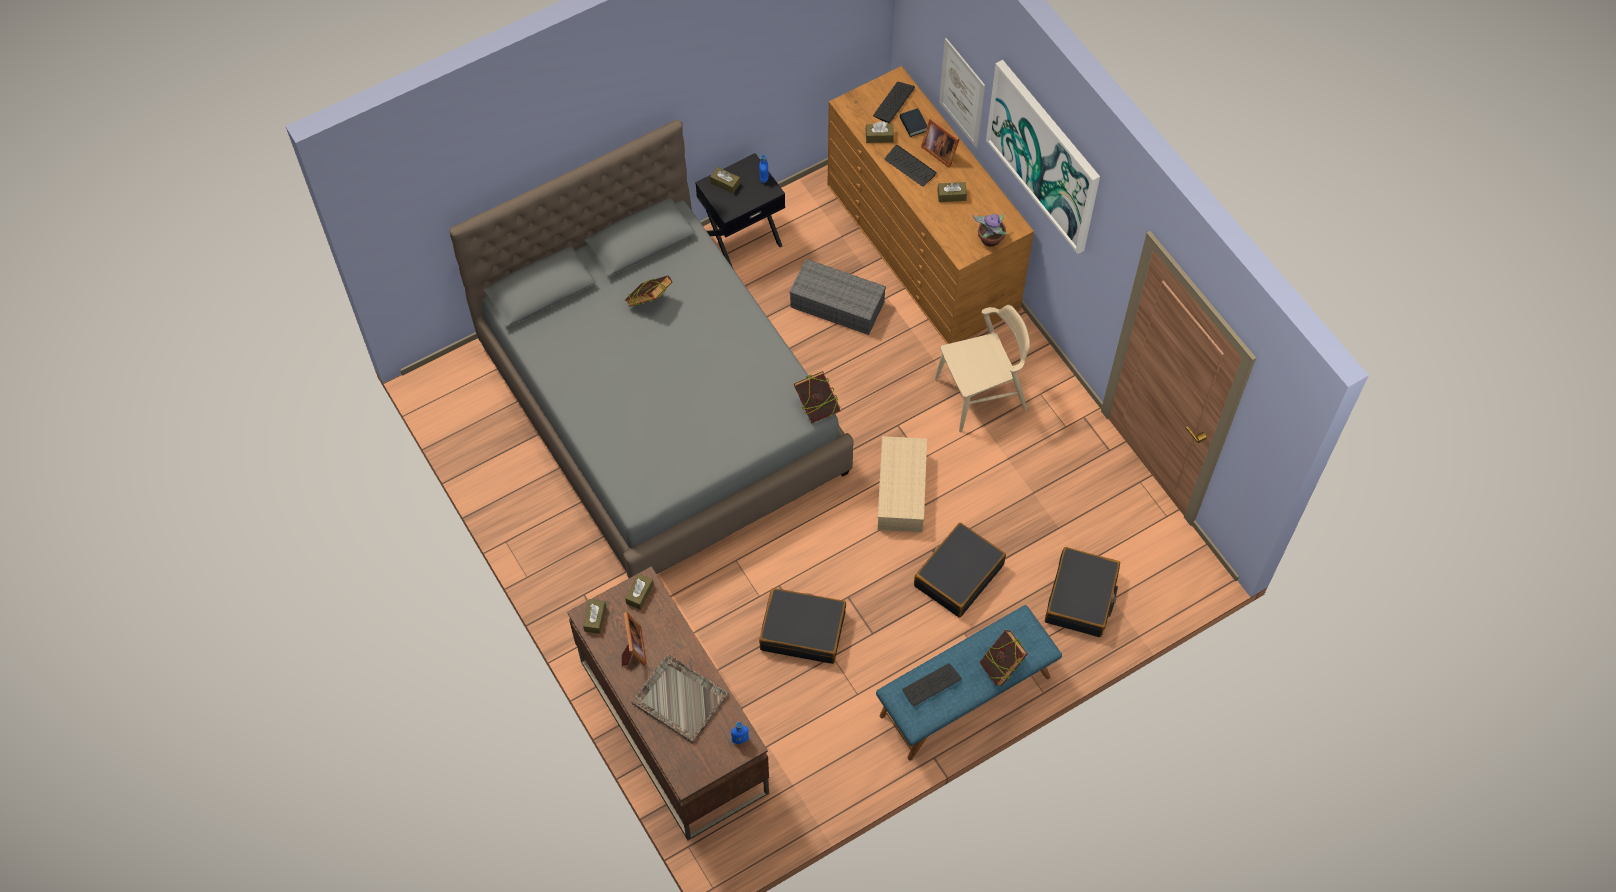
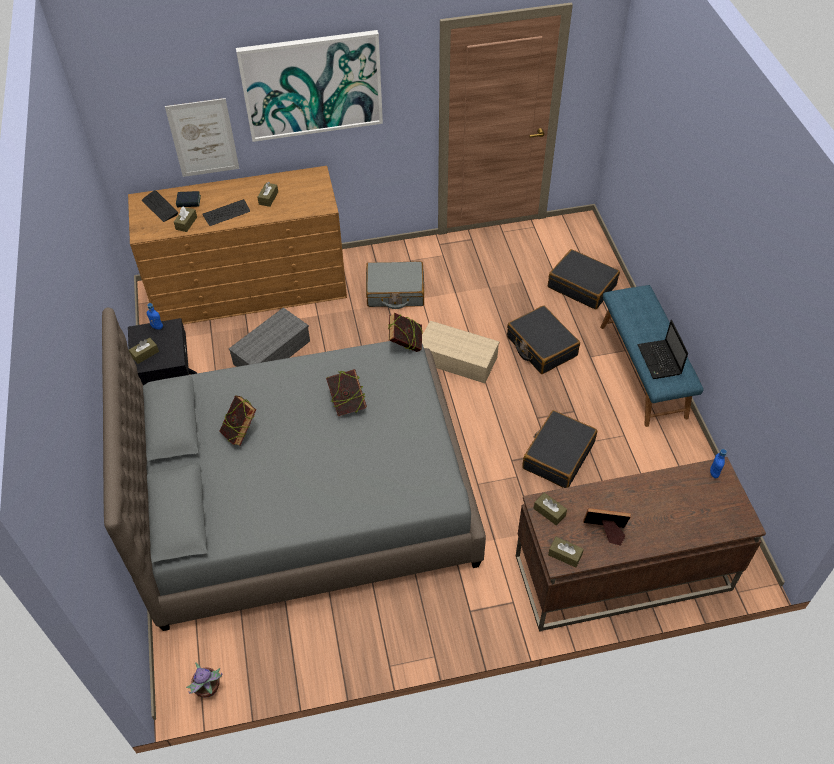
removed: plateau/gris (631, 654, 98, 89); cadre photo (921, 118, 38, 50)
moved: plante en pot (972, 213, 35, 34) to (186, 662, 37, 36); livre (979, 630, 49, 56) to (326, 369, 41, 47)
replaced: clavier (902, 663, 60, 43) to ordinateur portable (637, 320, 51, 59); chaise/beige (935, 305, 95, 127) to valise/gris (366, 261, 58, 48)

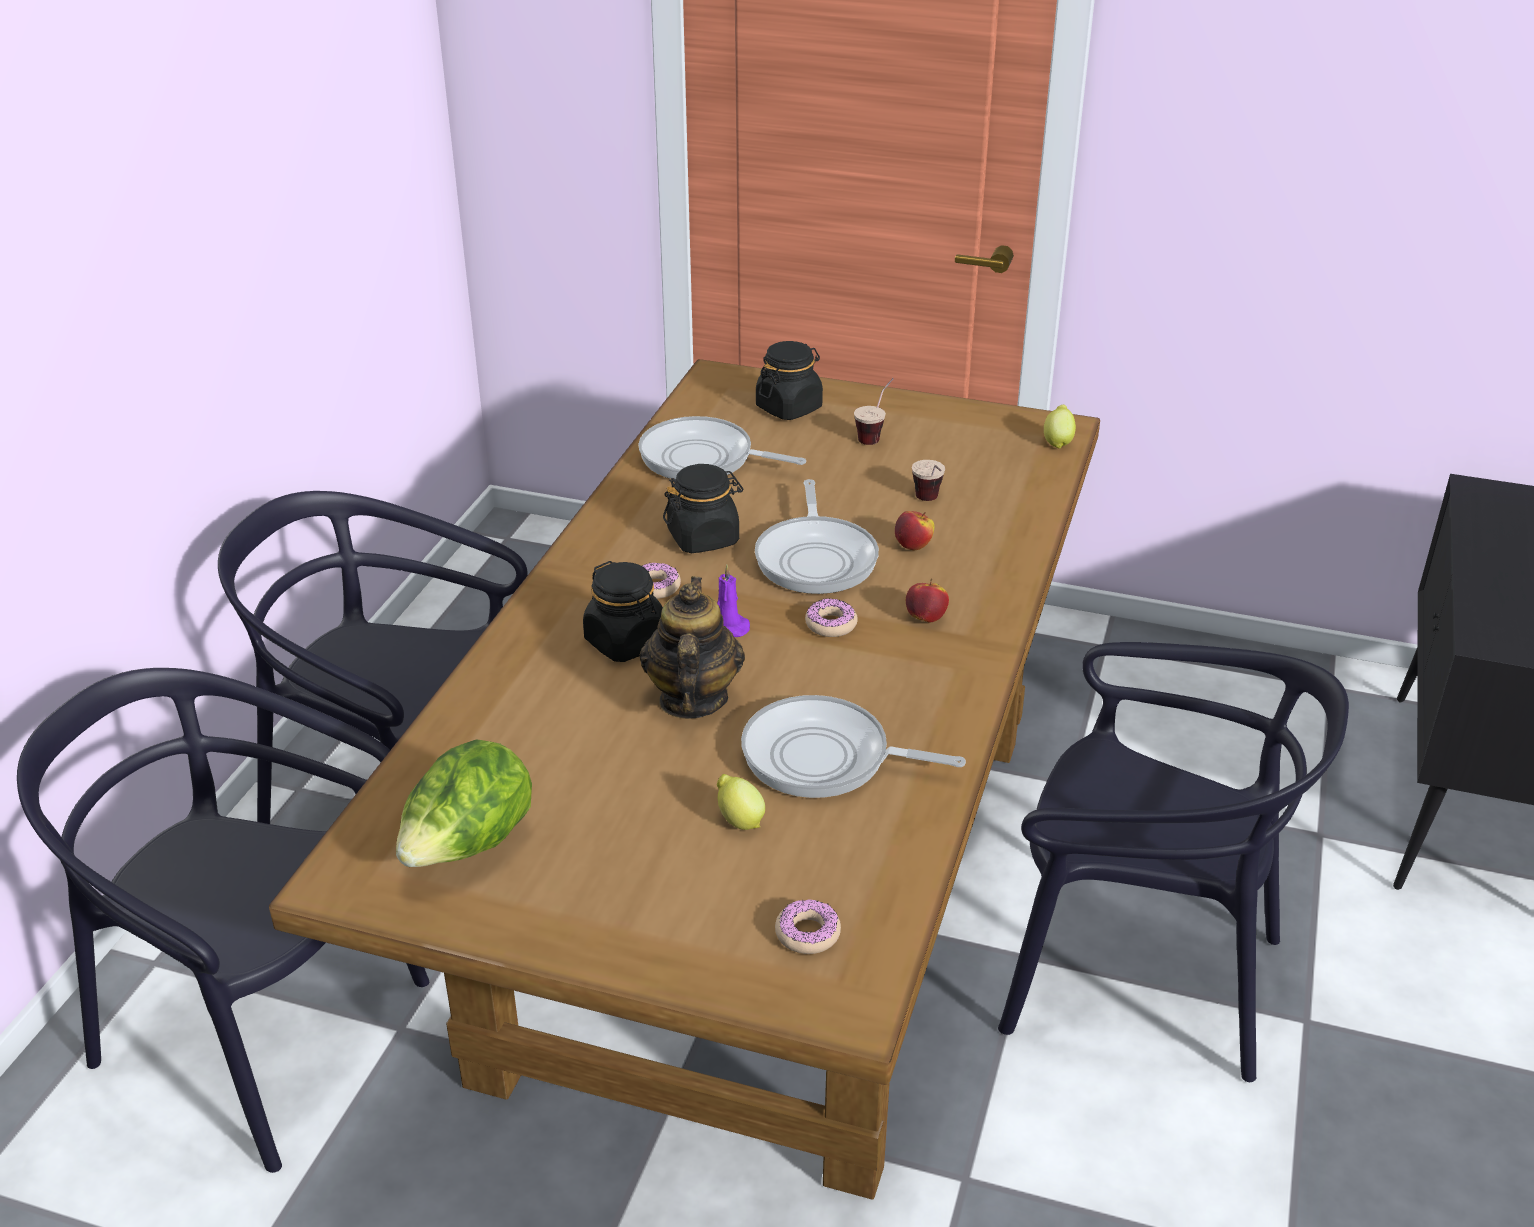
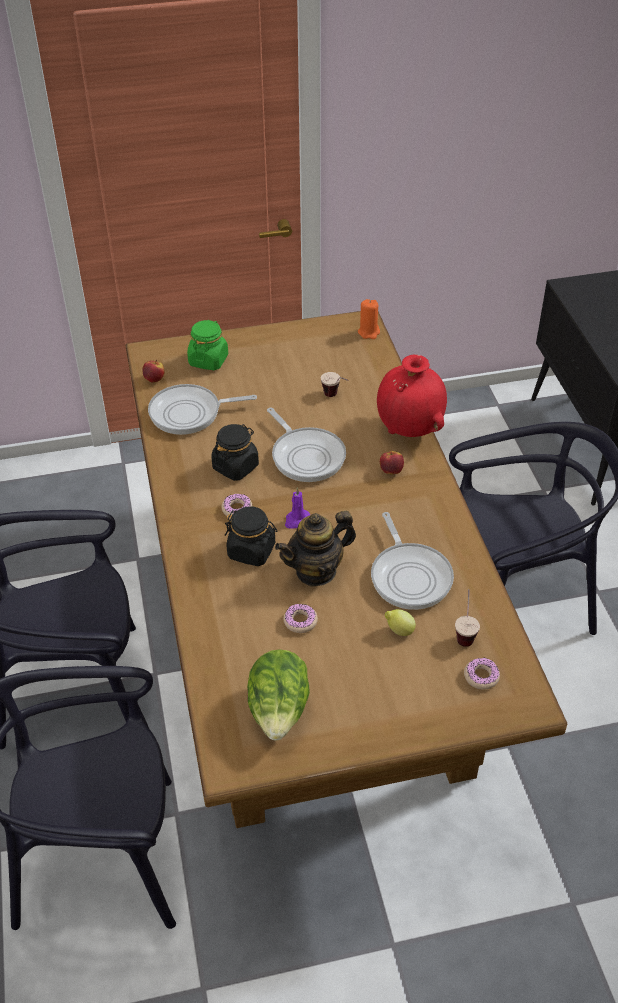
added: vase/rouge (377, 354, 70, 83)
moved: beignet (805, 598, 53, 39) to (284, 604, 34, 29); tasse (854, 378, 40, 67) to (455, 589, 25, 58); pomme (895, 511, 39, 39) to (142, 360, 23, 23)
replaced: citron (1044, 405, 32, 44) to bougie/orange (358, 299, 22, 40)
recoloured: bocal/noir (756, 341, 67, 79) to bocal/vert (187, 320, 41, 50)
turned: théière (640, 576, 105, 143) = (275, 511, 81, 76) 90 degrees counterclockwise; poêle (741, 695, 225, 103) = (371, 512, 83, 98) 90 degrees counterclockwise

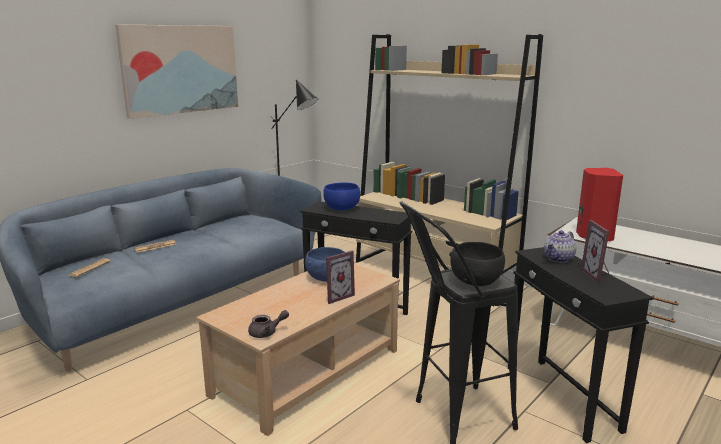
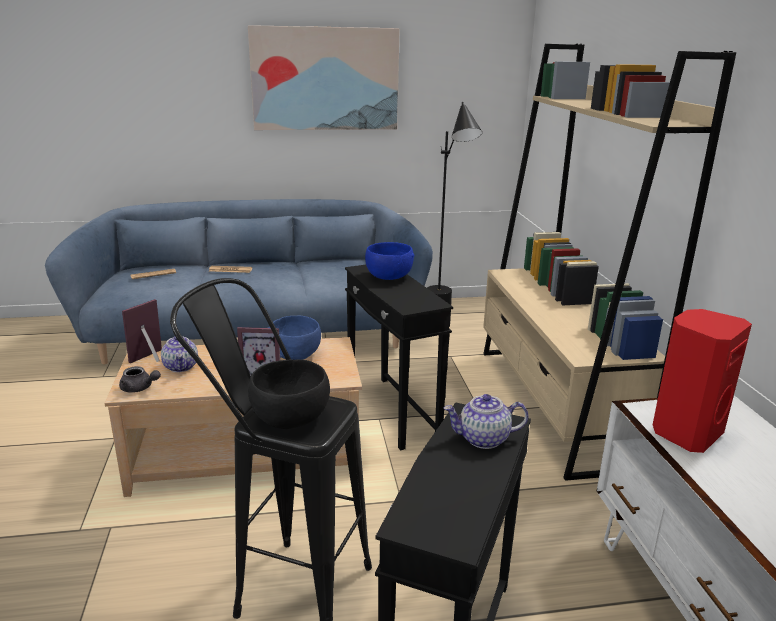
added: théière (161, 336, 37, 36)
moved: cadre photo (581, 220, 29, 63) to (122, 299, 40, 64)

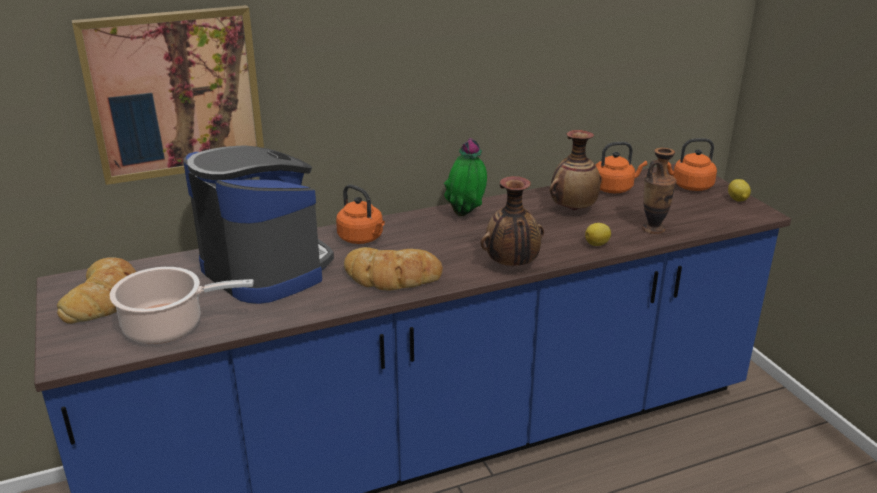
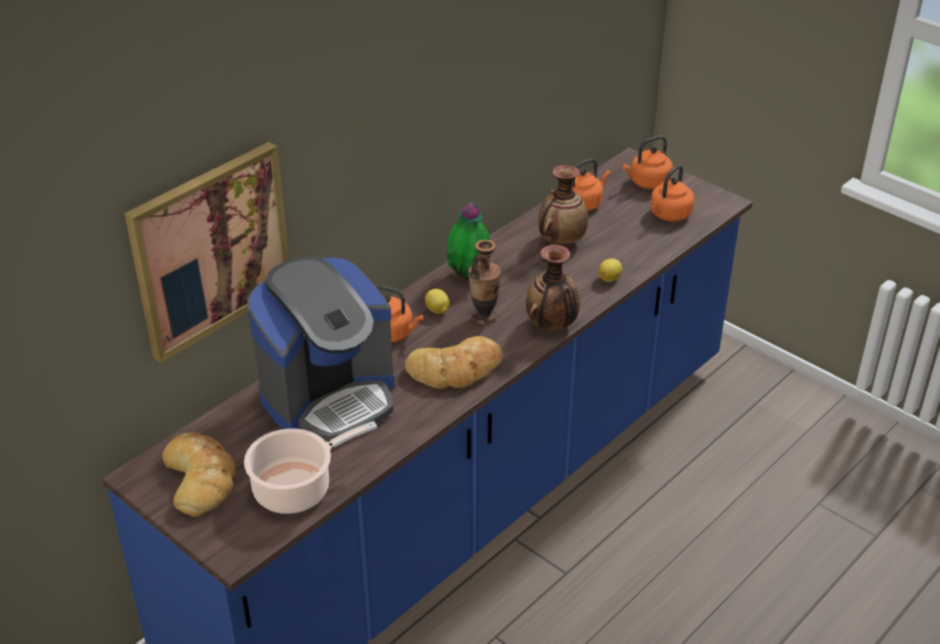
added: bouilloire/orange (650, 165, 44, 56)
moved: vase (641, 148, 36, 86) to (468, 240, 33, 85); citron (728, 179, 23, 23) to (425, 289, 24, 25)
turned: machine à café (183, 145, 151, 159) = (247, 256, 148, 186) 120 degrees clockwise

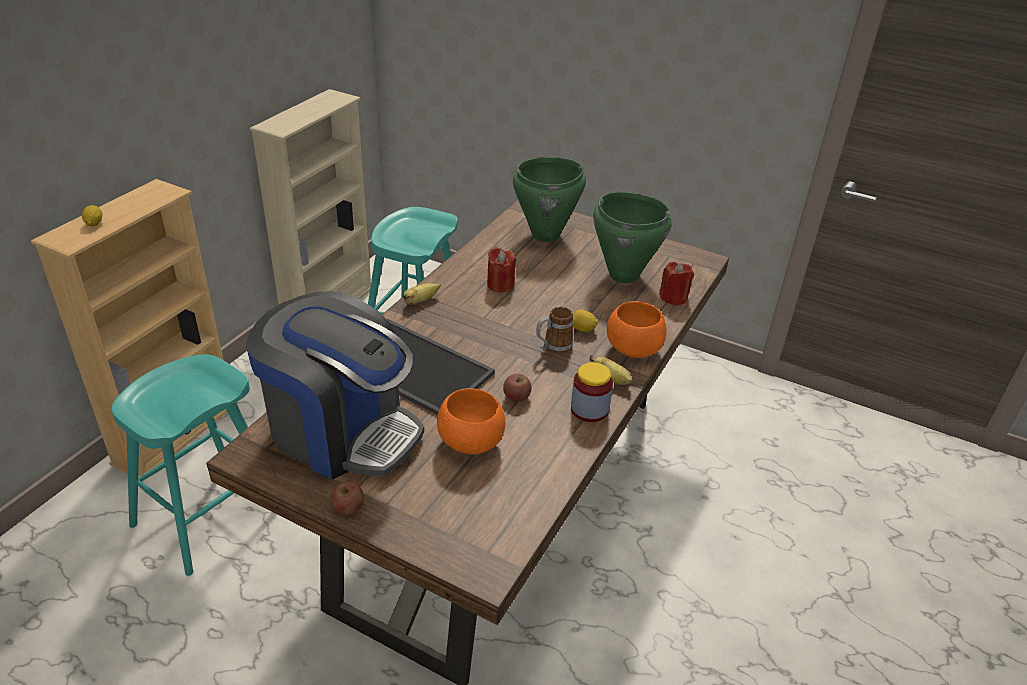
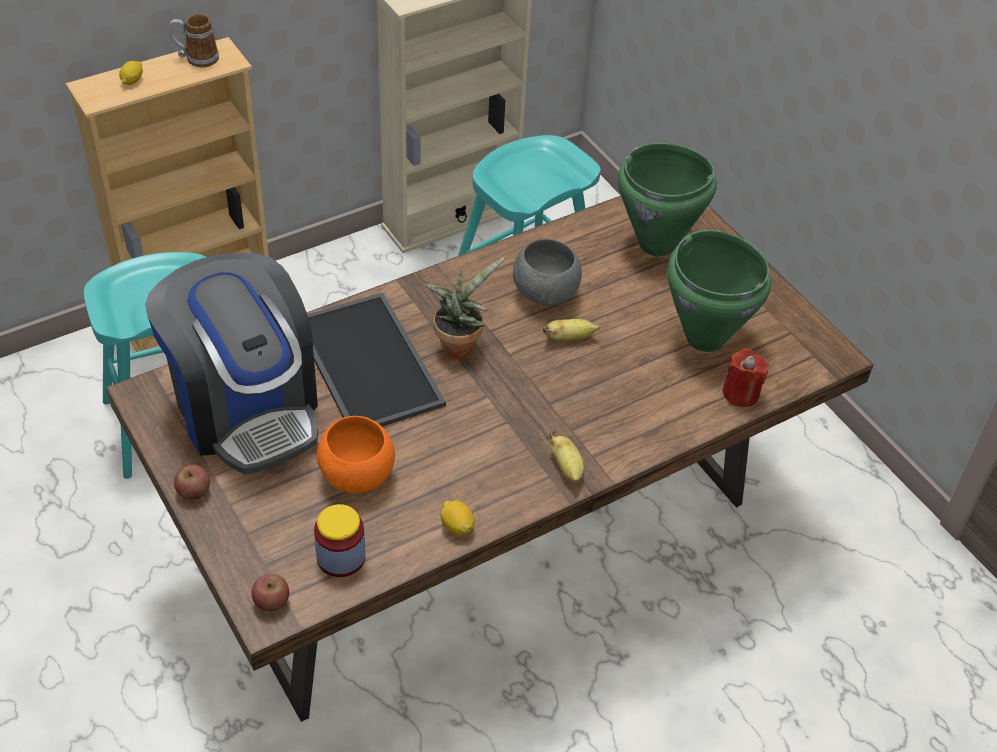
removed: bol/orange (607, 301, 60, 57)
added: plante en pot (423, 258, 81, 101)
moved: banane (403, 283, 38, 21) to (543, 319, 57, 22); pomme (503, 374, 29, 28) to (251, 574, 38, 38); mug (536, 307, 37, 47) to (168, 14, 51, 53); bocal (571, 362, 42, 60) to (314, 504, 52, 73); citron (573, 309, 24, 23) to (441, 500, 34, 35)
replaced: bougie/rouge (487, 247, 29, 45) to bol/gris (513, 239, 69, 67)

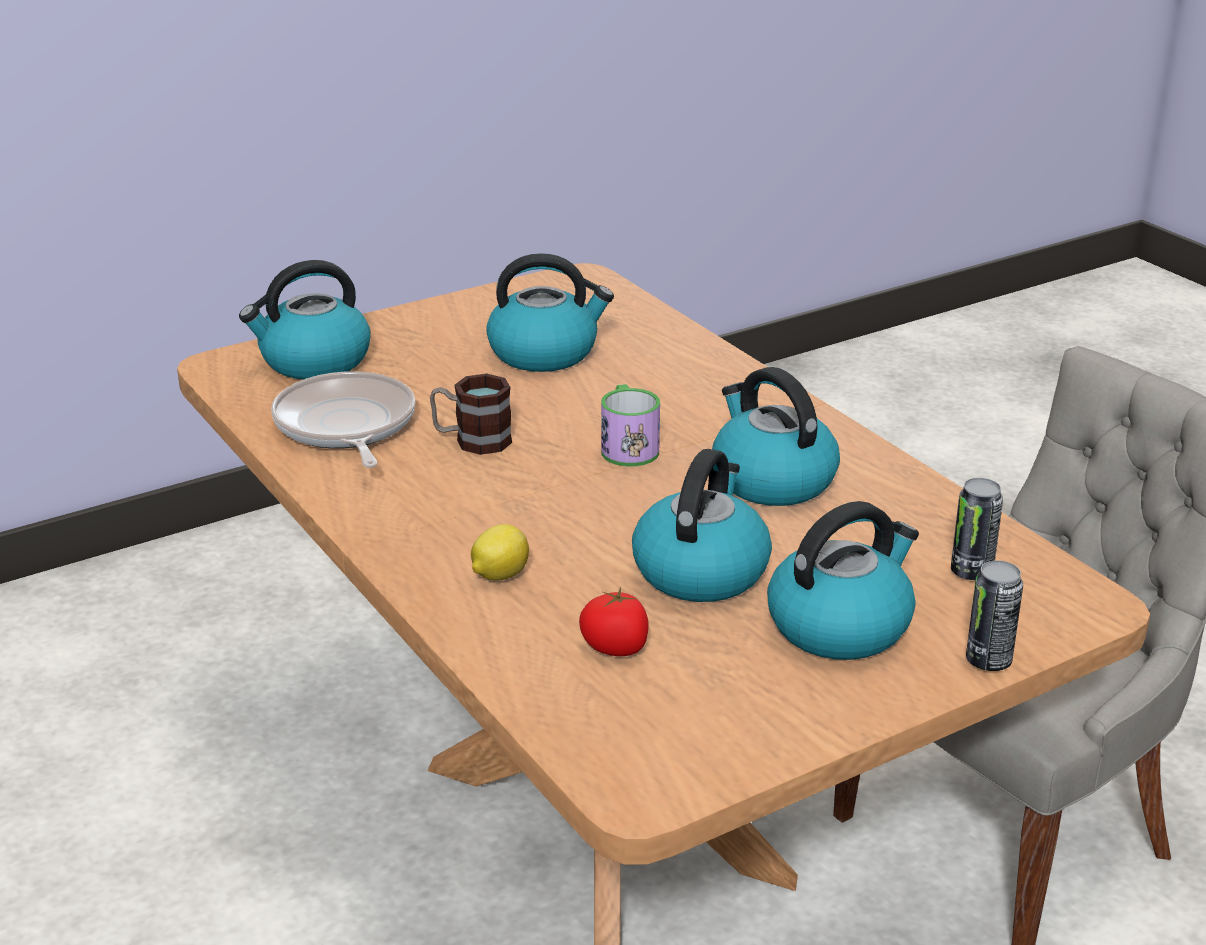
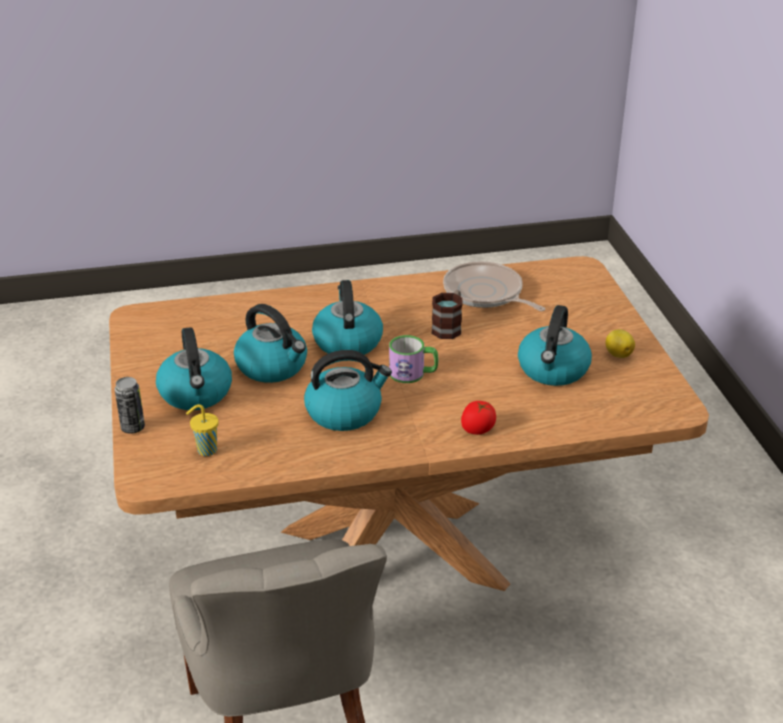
moved: bouilloire (239, 260, 132, 120) to (312, 280, 71, 75); citron (471, 524, 58, 57) to (606, 329, 29, 29); tomate (579, 587, 70, 69) to (461, 401, 35, 34)
replaced: boîte métallique (951, 478, 52, 102) to tasse/jaune (186, 404, 32, 52)
turned: poêle (271, 371, 144, 97) = (443, 261, 102, 50) 135 degrees counterclockwise

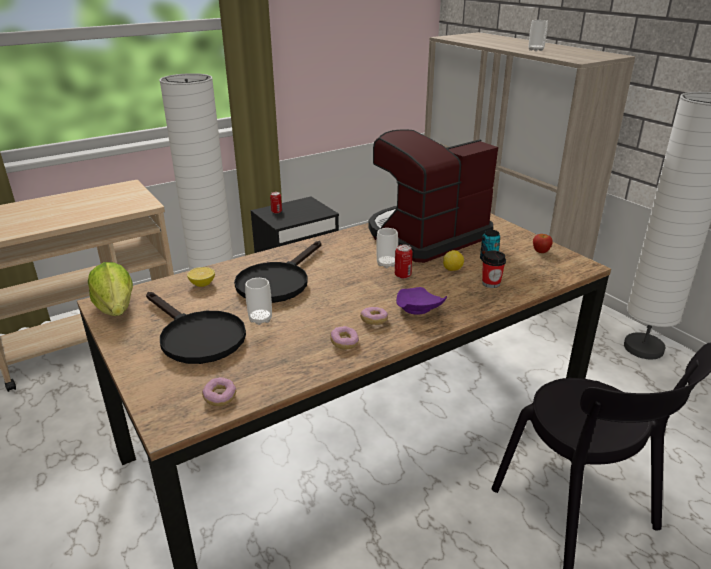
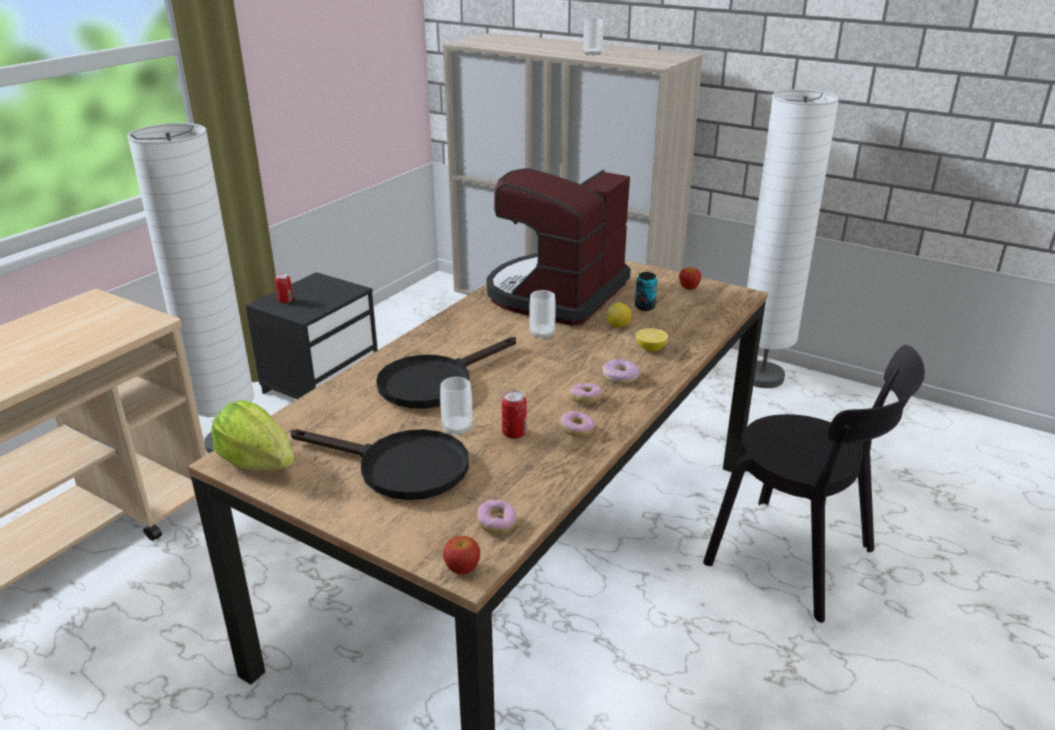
removed: tasse (482, 250, 24, 38)
added: pomme (443, 536, 37, 38)
moved: citron (187, 267, 28, 20) to (636, 328, 32, 23); boîte métallique (395, 245, 18, 34) to (502, 391, 24, 48)
replaced: assiette/violet (396, 287, 51, 28) to beignet (603, 359, 37, 25)
turned: poêle/noir (234, 241, 87, 62) = (376, 337, 140, 71) 45 degrees clockwise

